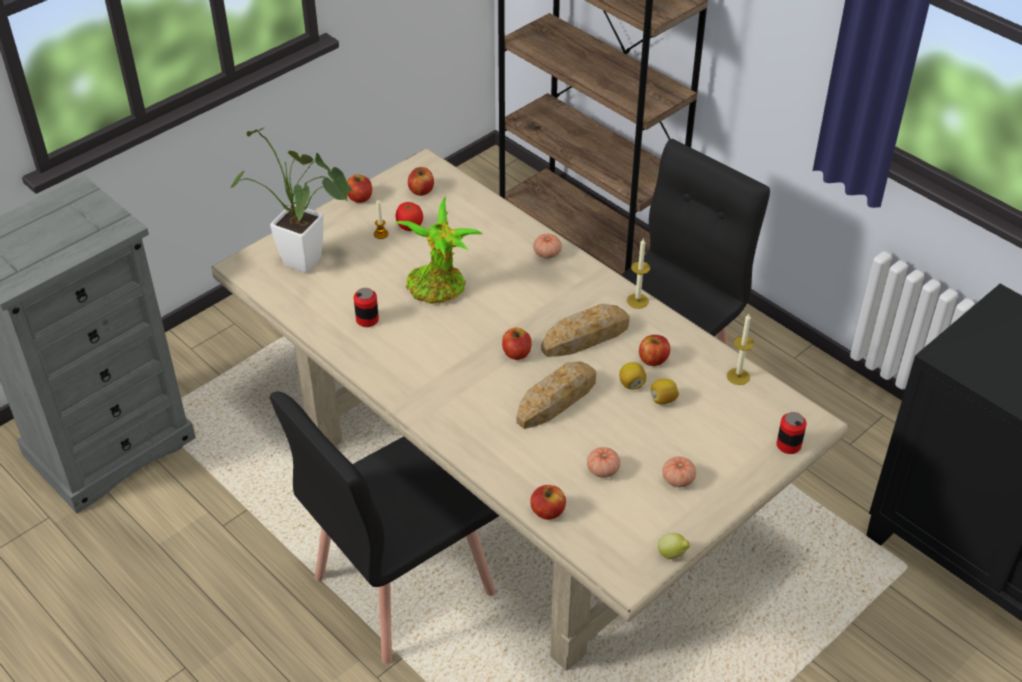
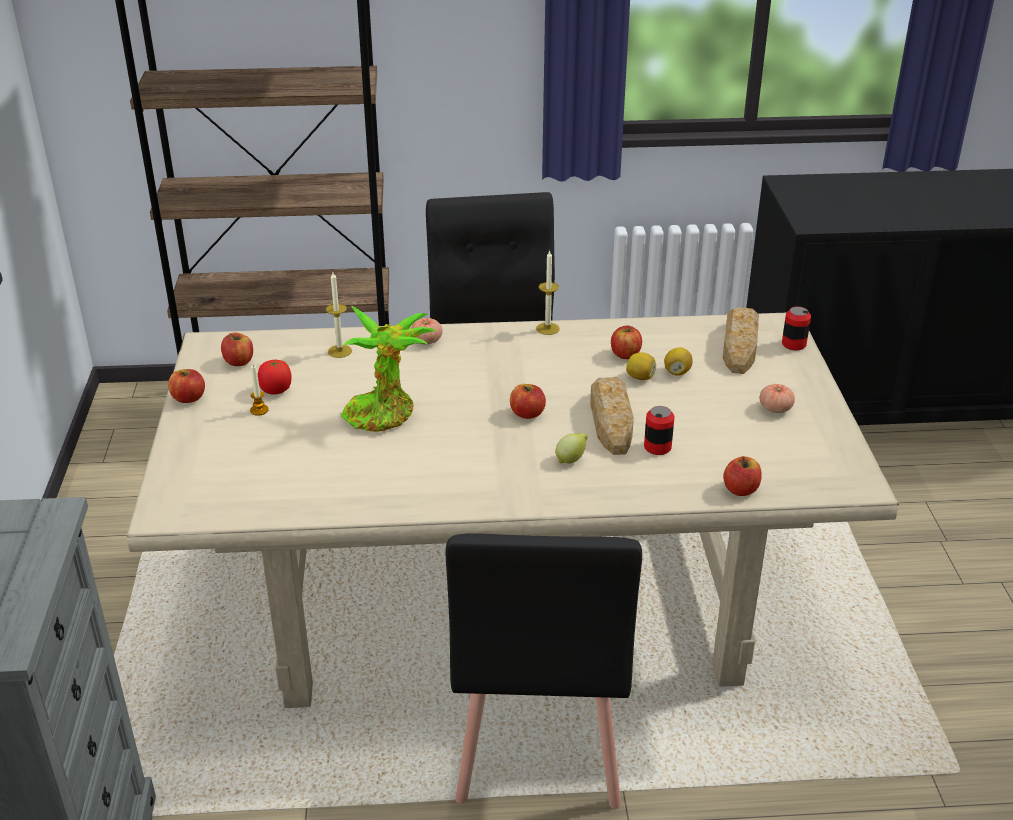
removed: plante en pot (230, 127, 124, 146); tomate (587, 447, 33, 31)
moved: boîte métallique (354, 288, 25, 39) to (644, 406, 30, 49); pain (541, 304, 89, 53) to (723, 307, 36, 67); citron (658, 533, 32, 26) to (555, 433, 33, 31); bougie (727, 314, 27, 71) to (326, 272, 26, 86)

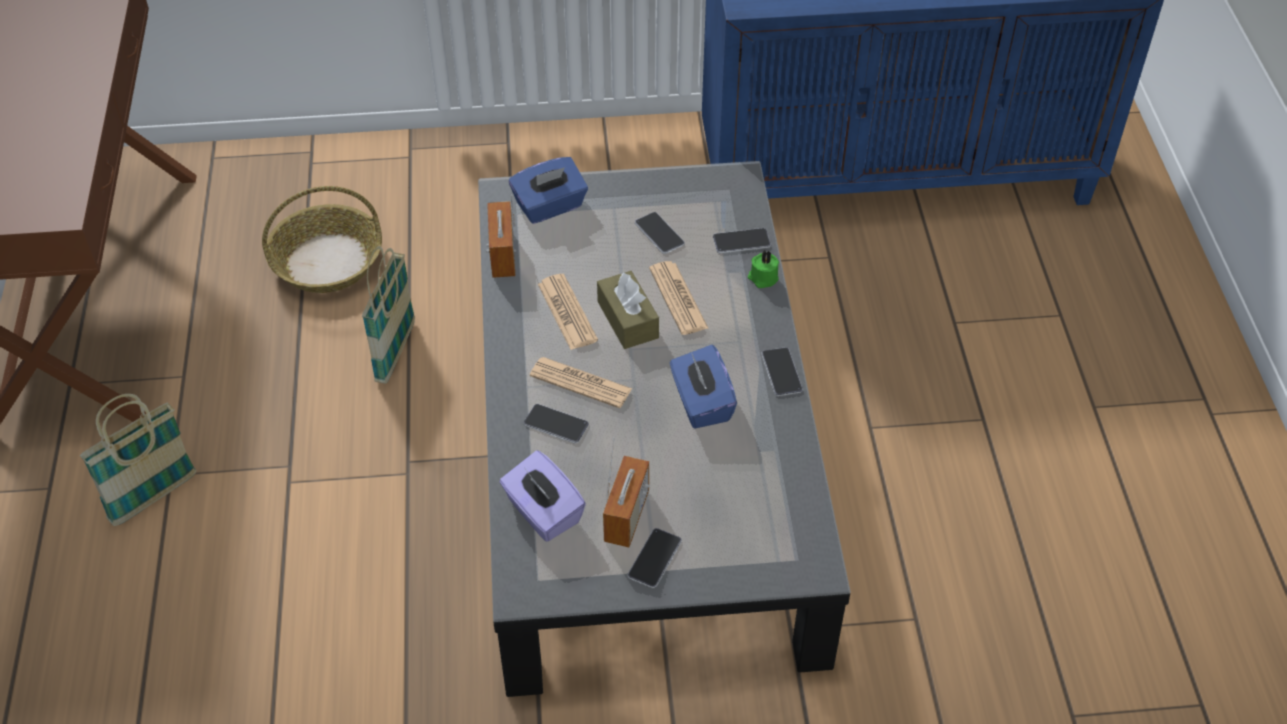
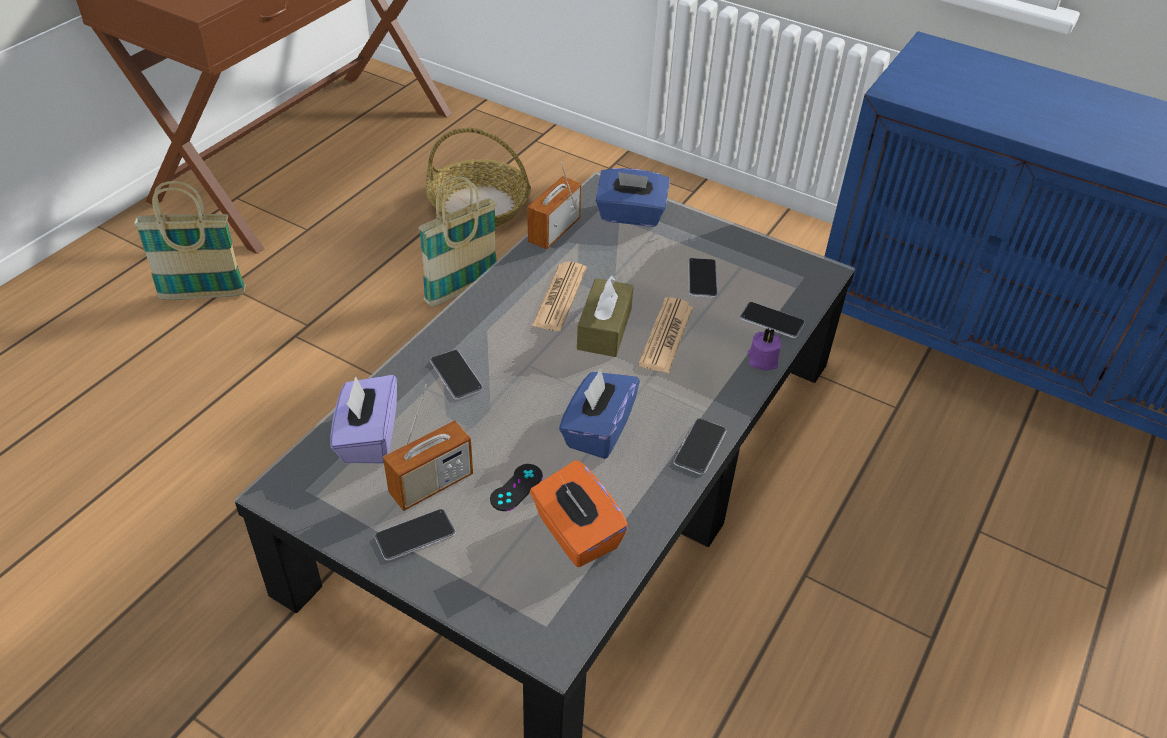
removed: journal (530, 357, 102, 51)
added: manette/noir (490, 464, 53, 47); boîte à mouchoirs/orange (530, 460, 99, 107)
recoloured: bougie/vert (748, 251, 31, 37) to bougie/violet (747, 328, 34, 42)

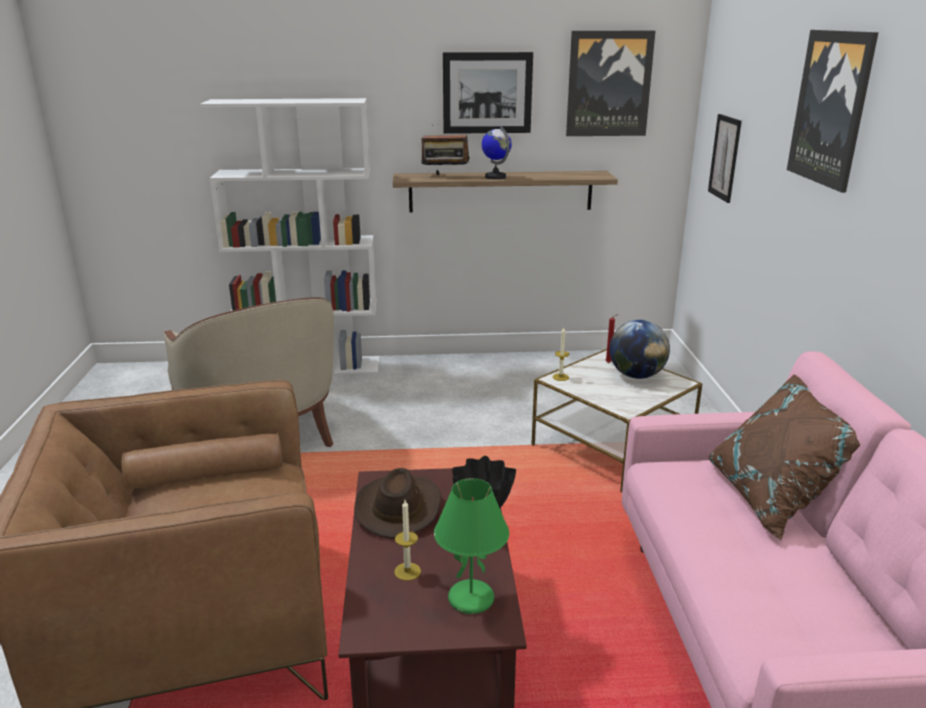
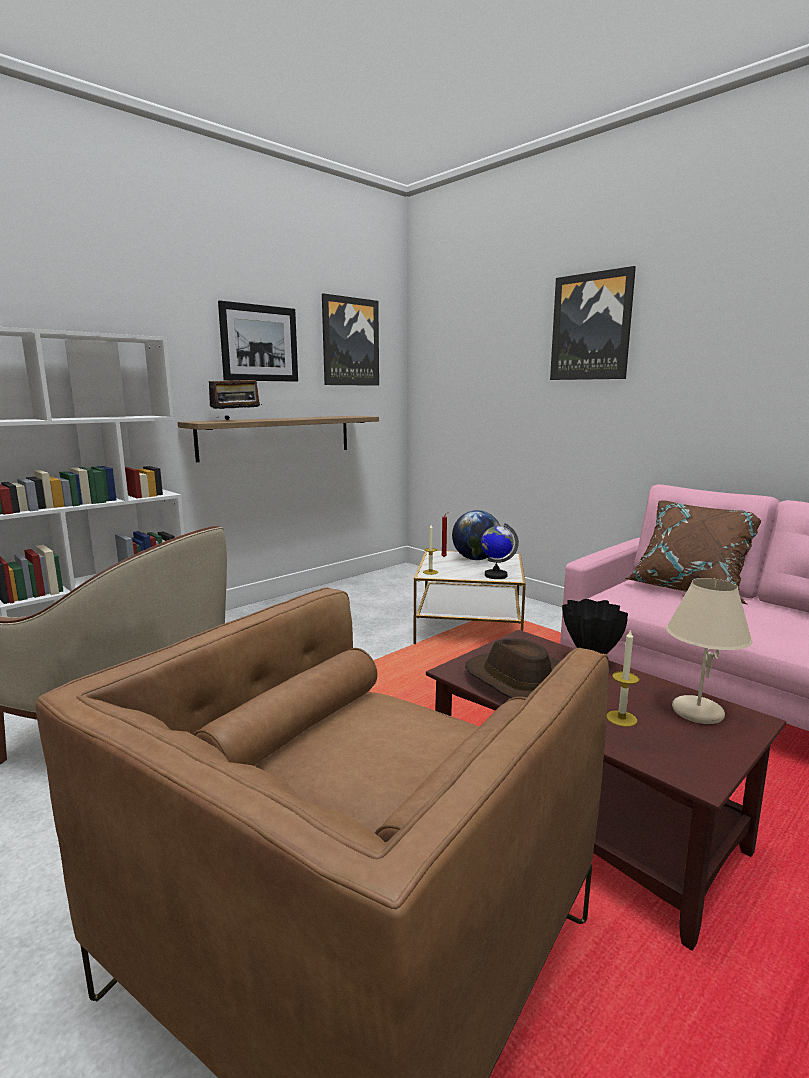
removed: tableau (708, 114, 34, 89)
moved: globe (482, 126, 30, 54) to (481, 523, 38, 56)
recoloured: lampe de table/vert (434, 478, 75, 136) to lampe de table/beige (666, 578, 87, 146)

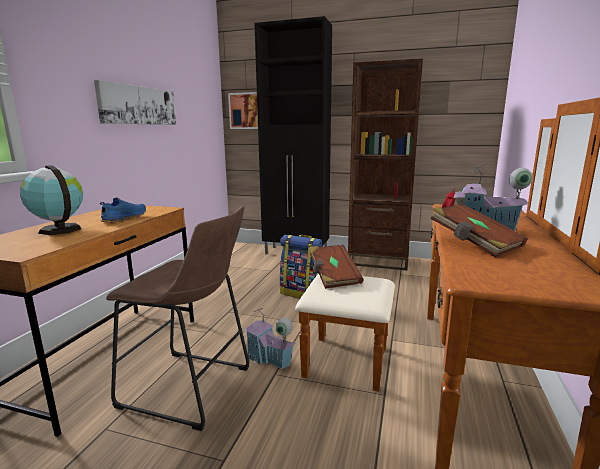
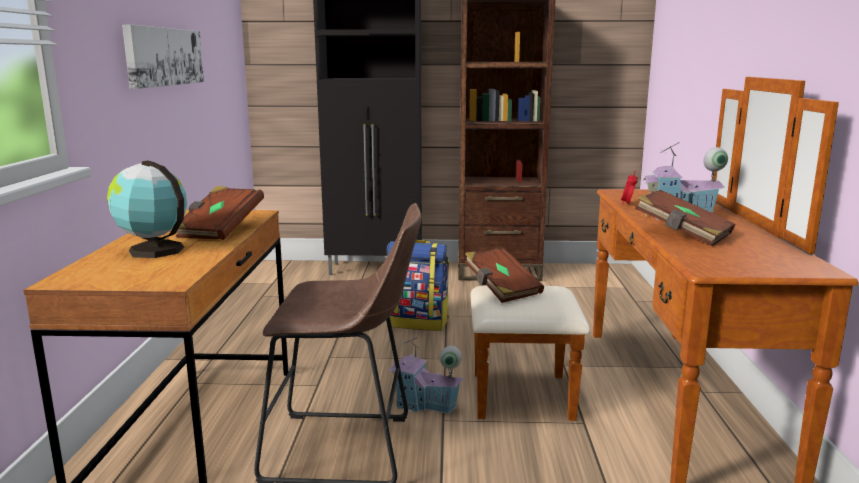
removed: tableau (228, 92, 30, 37)
replaced: chaussure/bleu (100, 198, 46, 25) to livre/marron (176, 186, 88, 54)

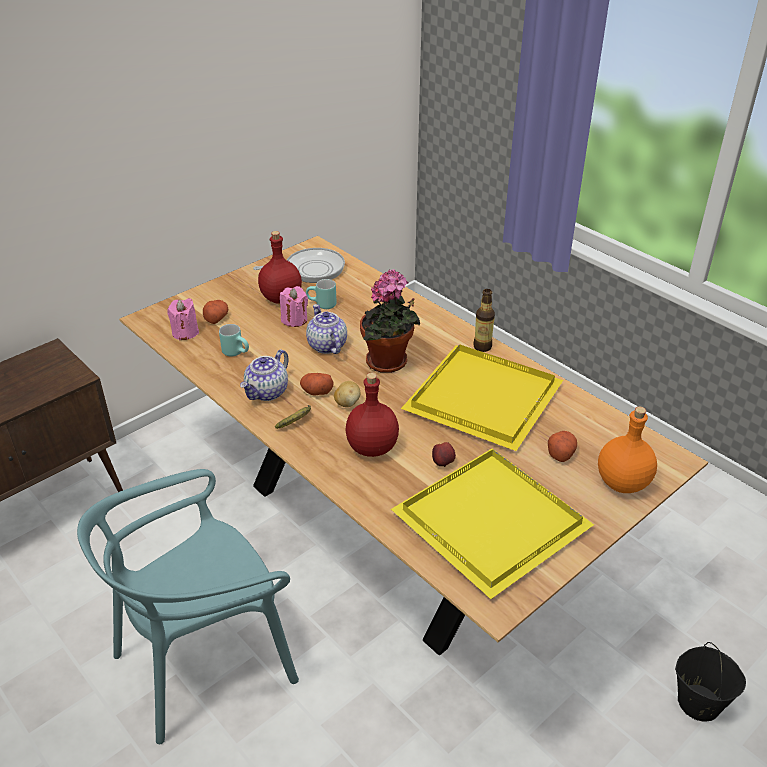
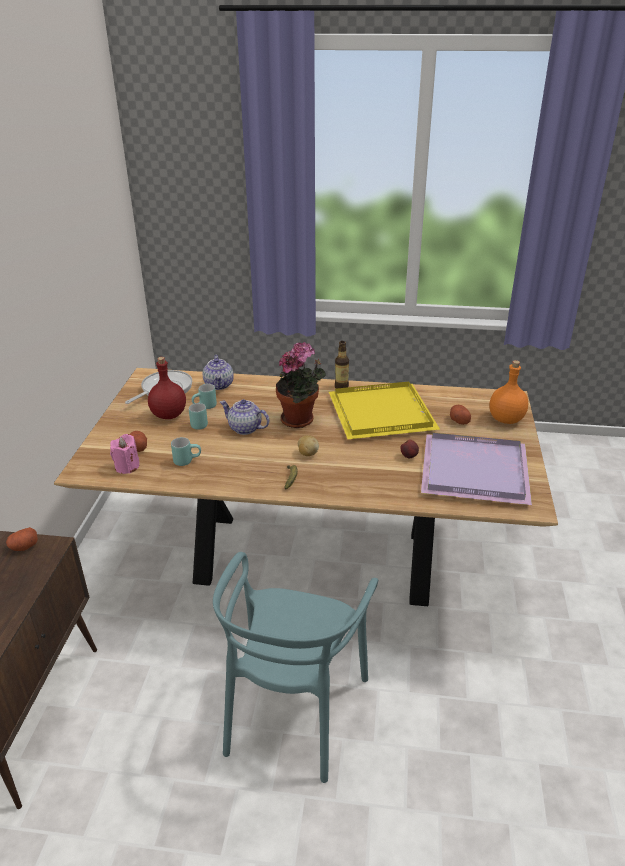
removed: bouteille/rouge (345, 373, 54, 84); seau/noir (675, 642, 71, 80)
moved: théière (240, 350, 49, 51) to (203, 355, 31, 35); pomme de terre (300, 373, 33, 22) to (6, 527, 32, 24)
replaced: bougie/rose (280, 286, 28, 41) to mug/turquoise (189, 403, 19, 27)
recoloured: plateau/jaune (391, 449, 203, 150) to plateau/violet (421, 433, 111, 72)

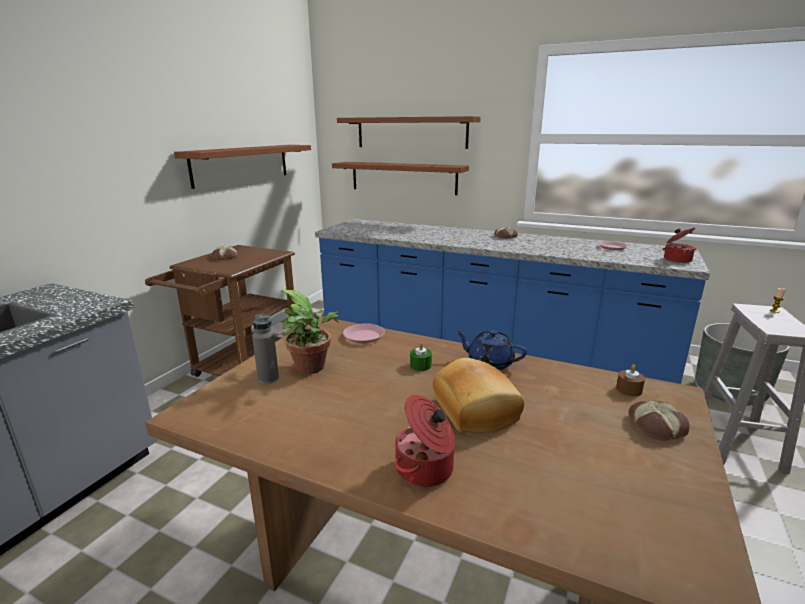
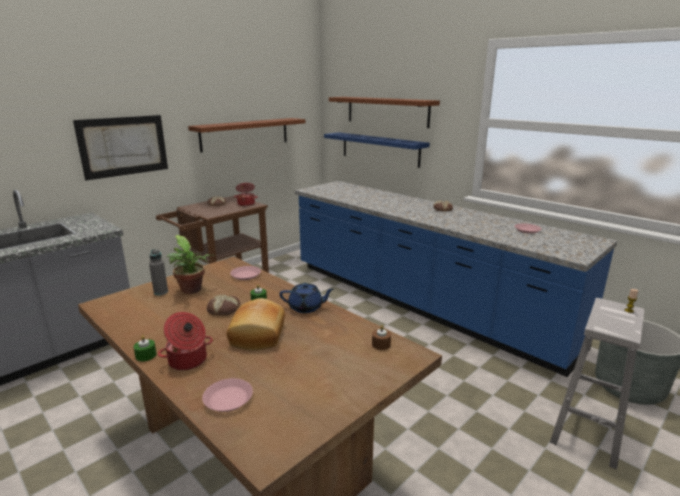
added: tableau (73, 115, 95, 65); bougie/vert (133, 335, 24, 26); assiette/rose (202, 378, 51, 34)
moved: pain (628, 400, 62, 41) to (207, 294, 33, 22); marmite (662, 228, 35, 35) to (234, 183, 24, 23)
recoloured: étagère/marron (332, 162, 137, 33) to étagère/bleu (324, 132, 106, 36)
turned: théière/bleu (455, 330, 72, 40) = (280, 283, 54, 30) 135 degrees clockwise

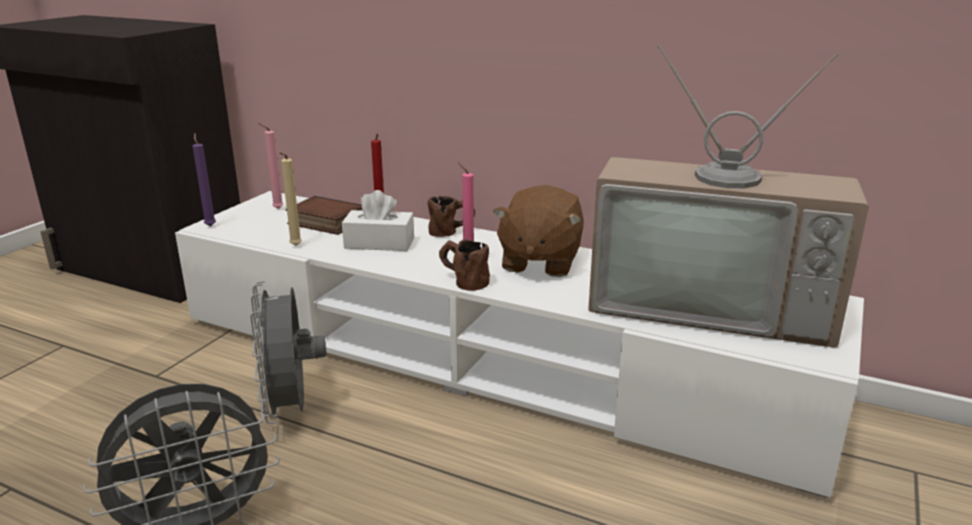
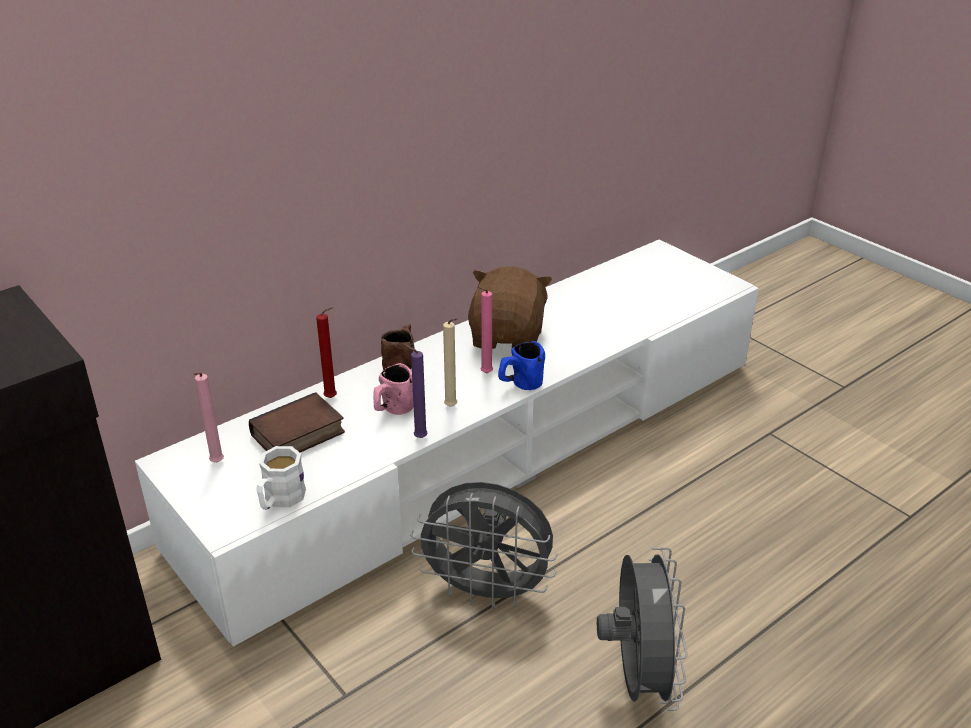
removed: téléviseur (588, 45, 281, 302)
added: mug/blanc (257, 446, 49, 64)
moved: bougie/violet (193, 133, 23, 93) to (404, 344, 24, 94); bougie/beige (280, 152, 22, 94) to (443, 318, 14, 89)
replaced: boîte à mouchoirs/blanc (342, 190, 72, 61) to mug/rose (373, 363, 41, 52)
recoloured: mug/marron (439, 239, 51, 52) to mug/bleu (498, 341, 47, 49)
turned: peluche/marron (493, 185, 91, 92) = (468, 266, 84, 83) 120 degrees counterclockwise

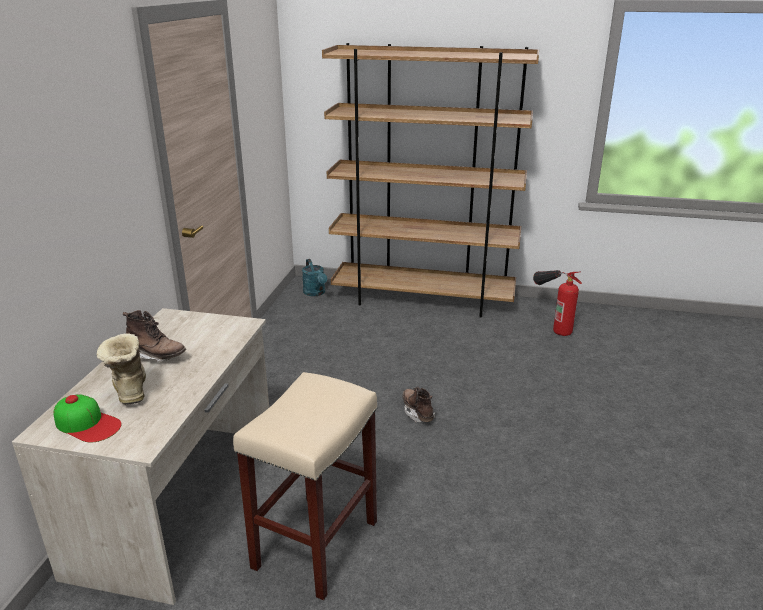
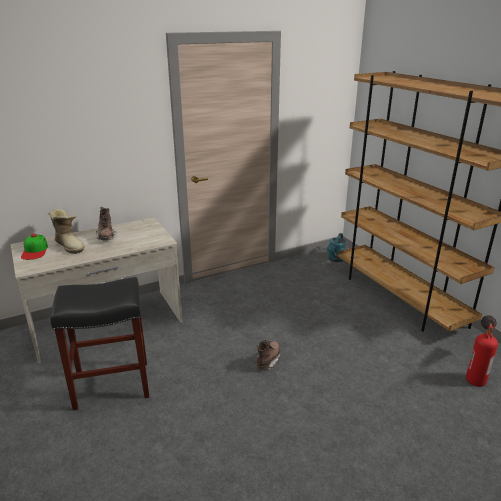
recoloured: tabouret/beige (233, 372, 145, 228) to tabouret/noir (51, 277, 98, 133)
turned: botte (97, 333, 49, 71) = (49, 209, 36, 45) 105 degrees clockwise

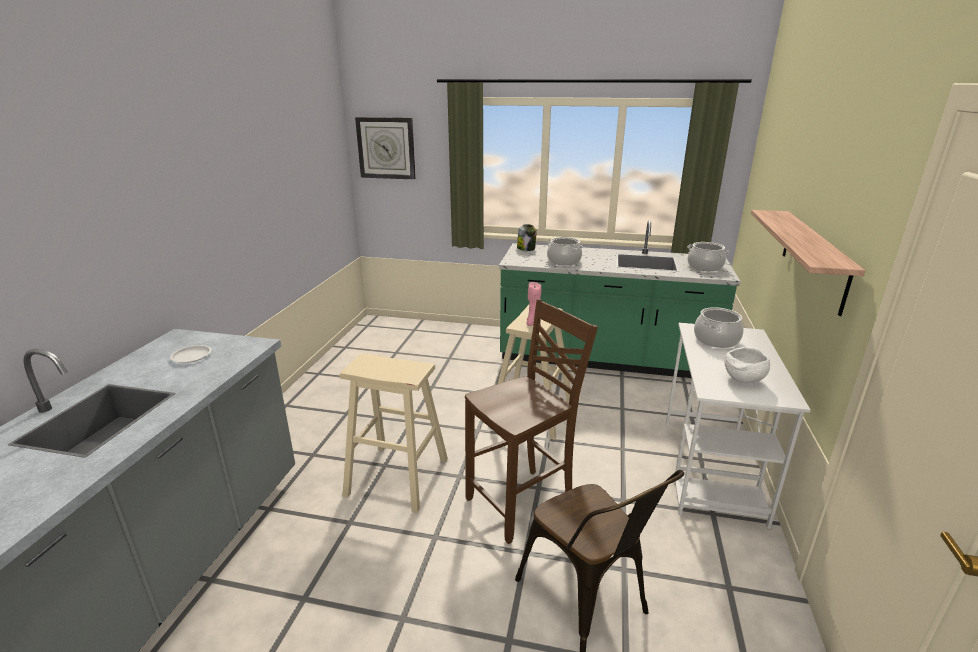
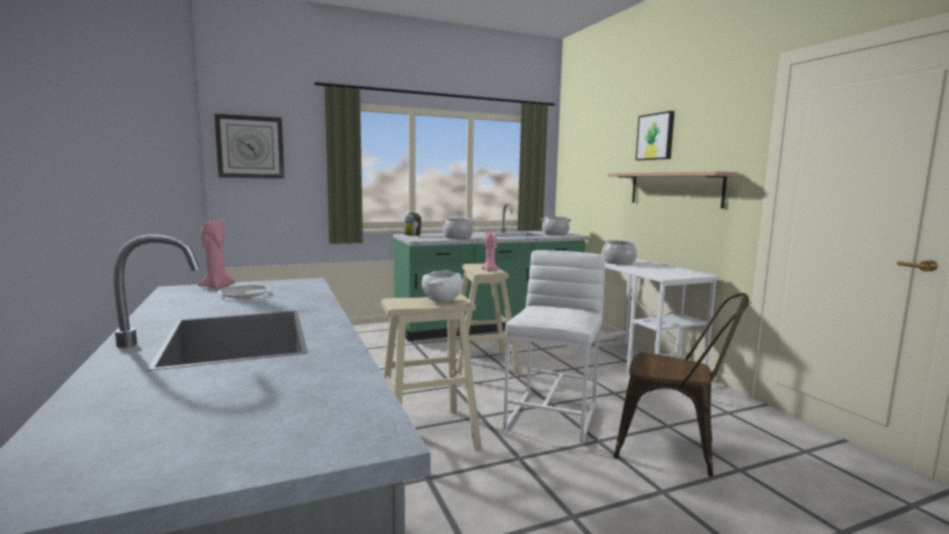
added: bougie/rose (198, 219, 37, 70); tableau (636, 111, 39, 49)
moved: bol/blanc (724, 347, 46, 36) to (422, 270, 41, 32)
replaced: chaise/marron (465, 299, 133, 245) to tabouret/blanc (503, 250, 102, 195)

